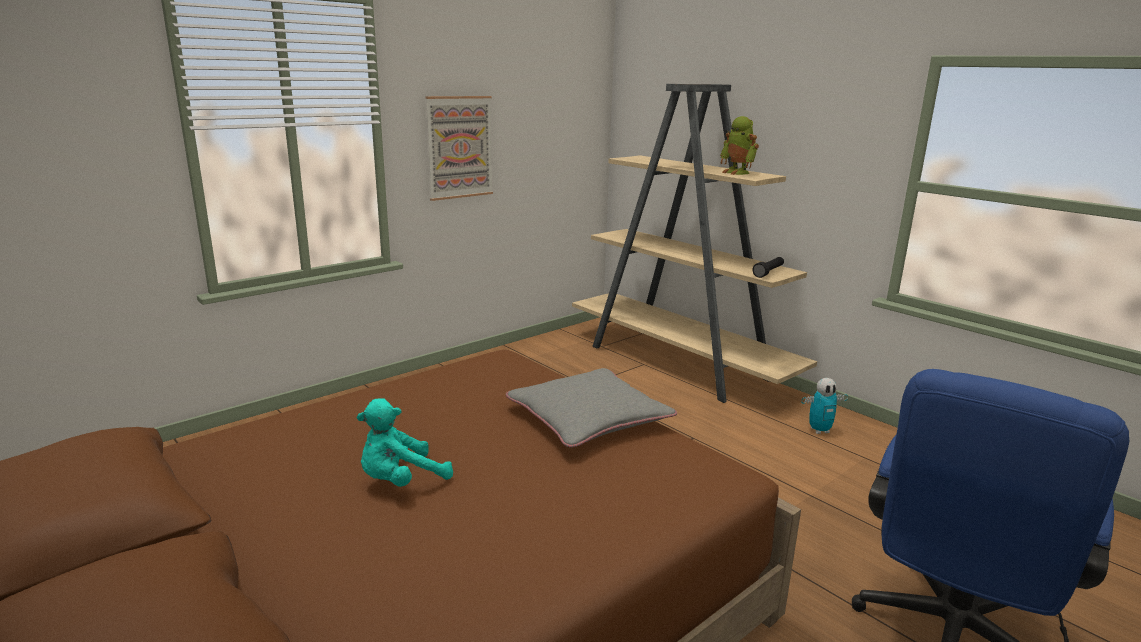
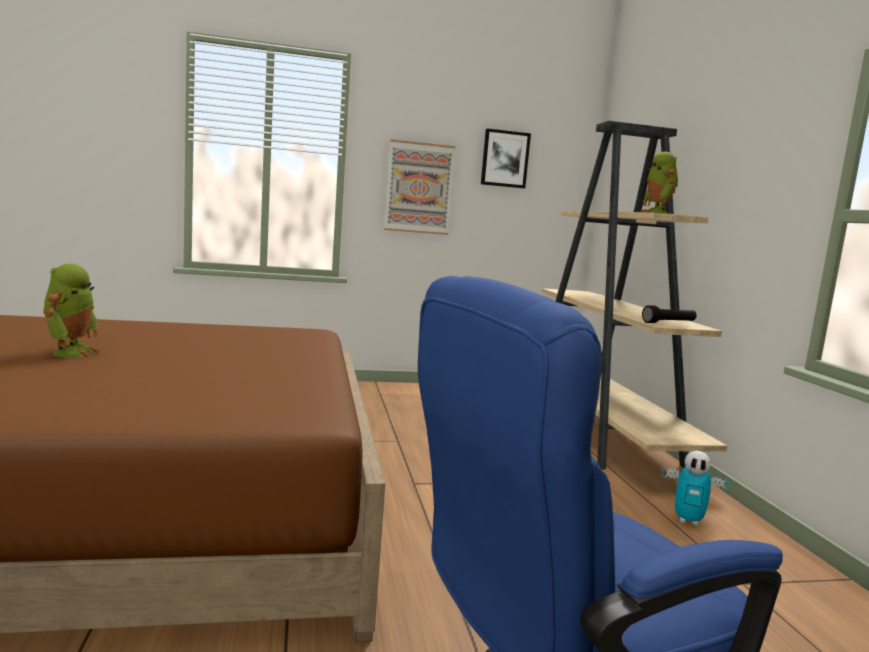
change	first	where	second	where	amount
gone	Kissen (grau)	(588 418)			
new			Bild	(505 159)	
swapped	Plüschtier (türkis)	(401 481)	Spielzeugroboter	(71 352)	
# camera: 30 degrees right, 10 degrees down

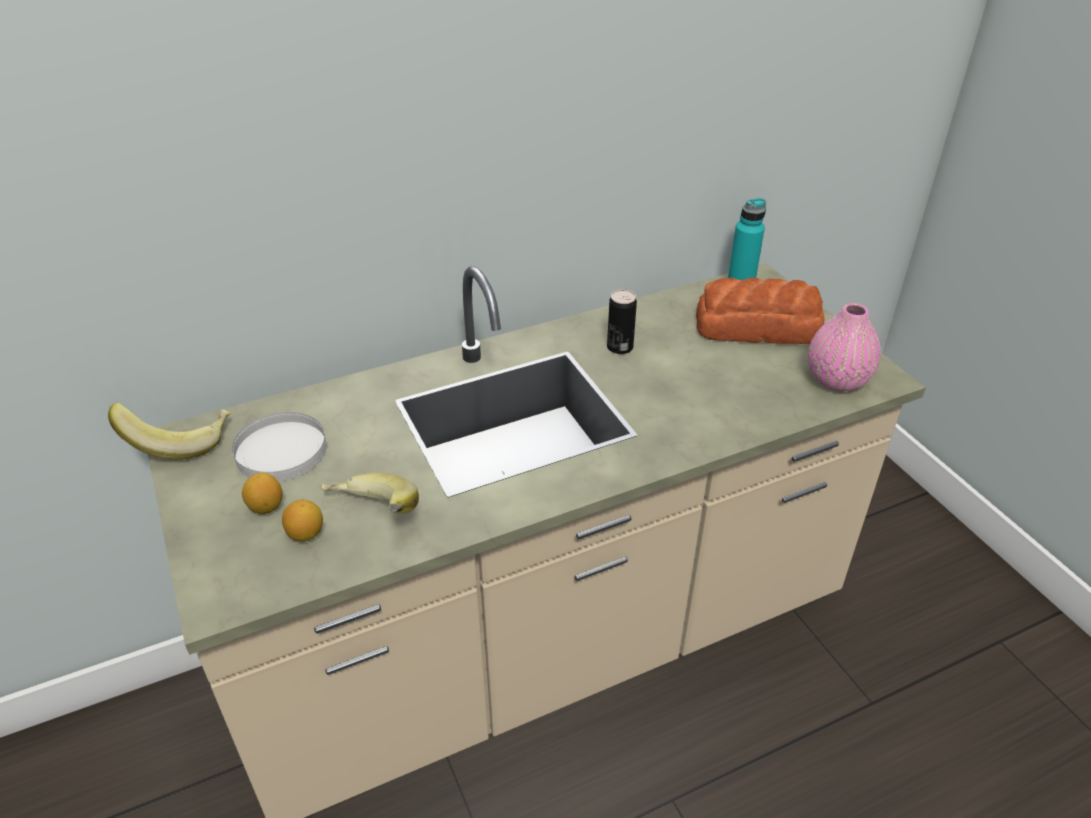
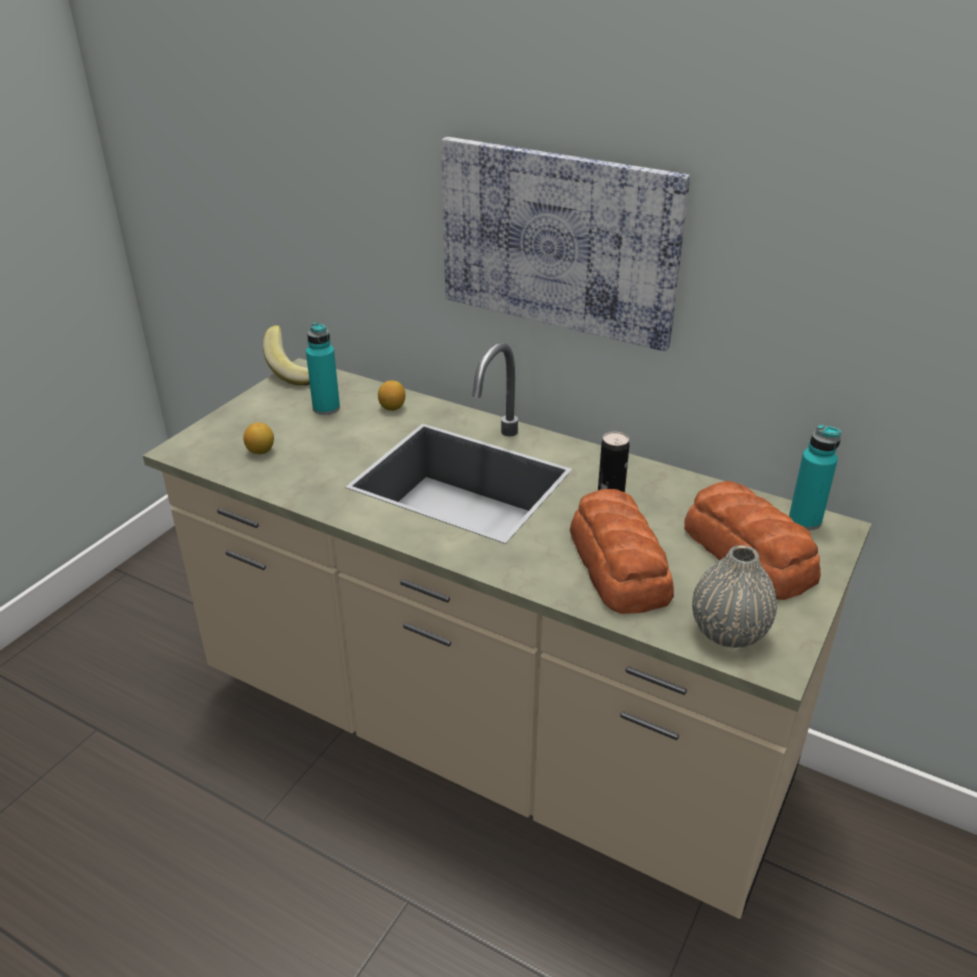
change	first	where	second	where	amount
gone	Banane	(371 516)			
new			Bild	(558 241)	
new			Brot	(618 566)	
shifted	Zitrone	(266 507)		(392 407)	
swapped	Teller (weiß)	(281 451)	Flasche (türkis)	(326 408)	
repainted	Vase (rosa)	(837 380)	Vase (grau)	(728 632)	
# camera: 55 degrees right, 5 degrees down

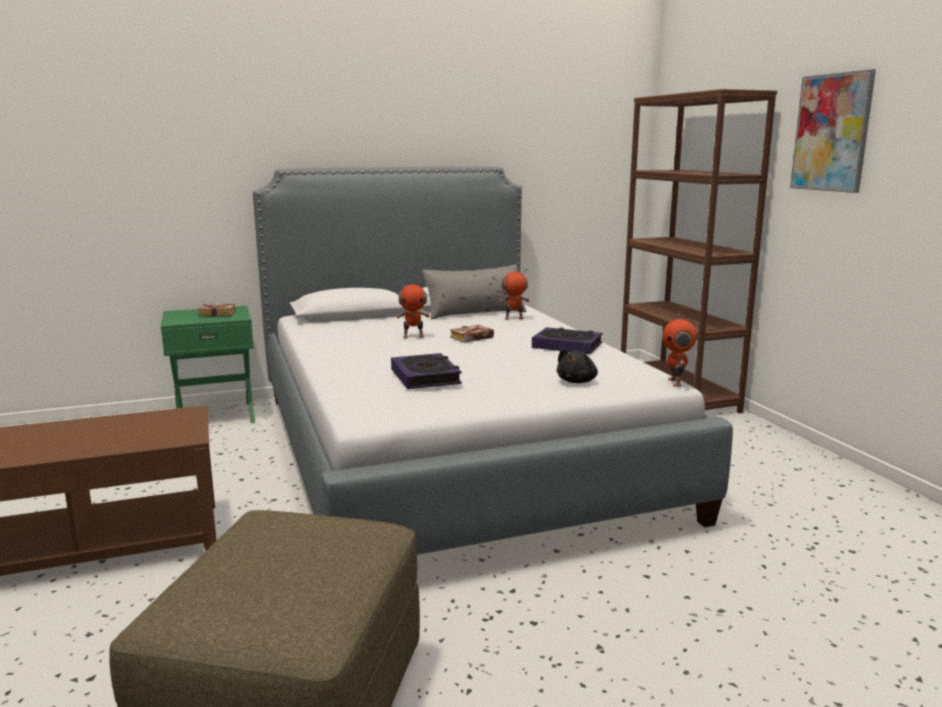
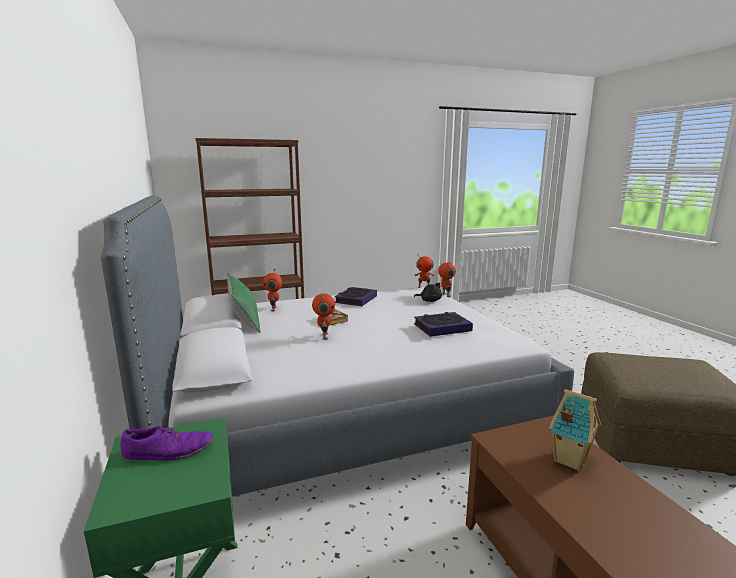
change	first	where	second	where	amount
gone	Bild	(831 132)			
new			Spielzeugroboter	(445 295)	
new			Spielzeughaus	(569 459)	
swapped	Buch	(219 314)	Schuh (lila)	(168 451)	
repainted	Kissen (grau)	(475 313)	Kissen (grün)	(244 319)	
# camera: 90 degrees left, 0 degrees up

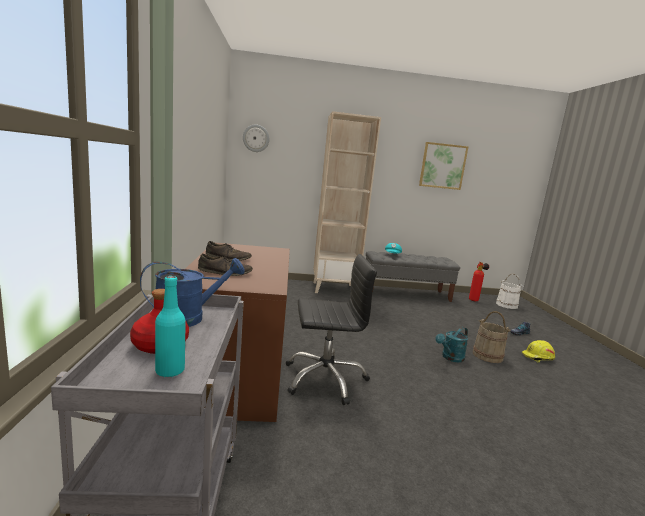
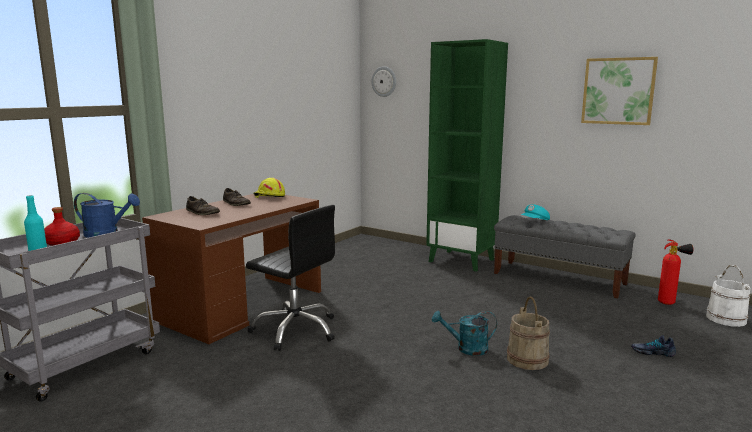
change	first	where	second	where	amount
shifted	Schutzhelm (gelb)	(538 357)		(269 196)	
repainted	Bücherregal (beige)	(334 289)	Bücherregal (grün)	(462 260)	
# camera: 40 degrees right, 0 degrees up

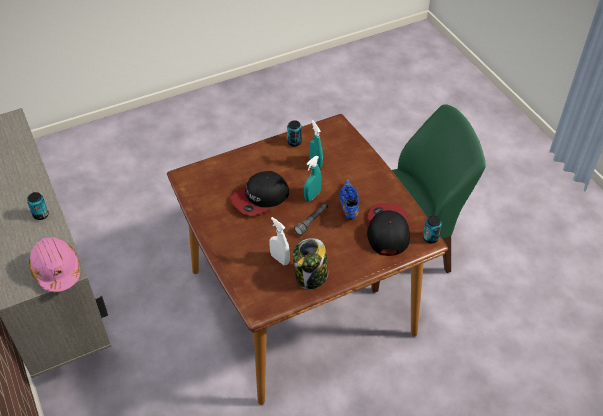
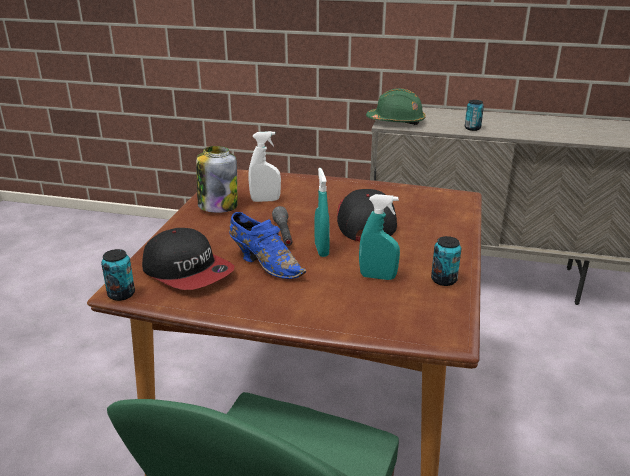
change	first	where	second	where	amount
repainted	Schutzhelm (rosa)	(56 270)	Schutzhelm (grün)	(396 121)	
# camera: 130 degrees right, 20 degrees down

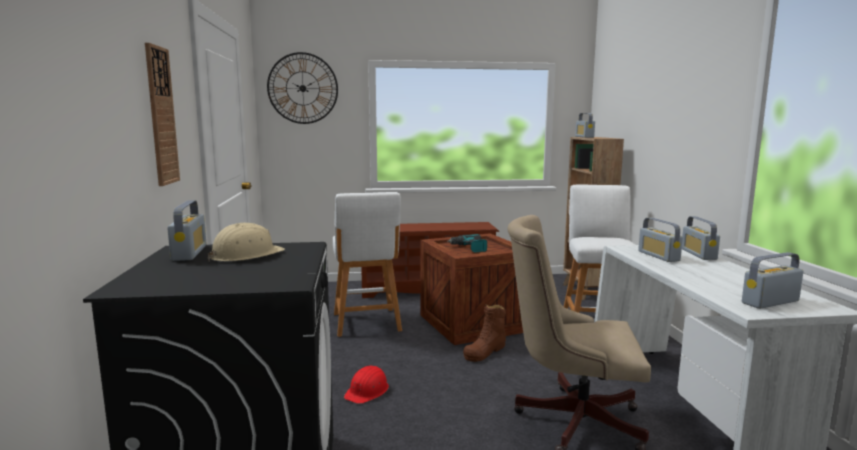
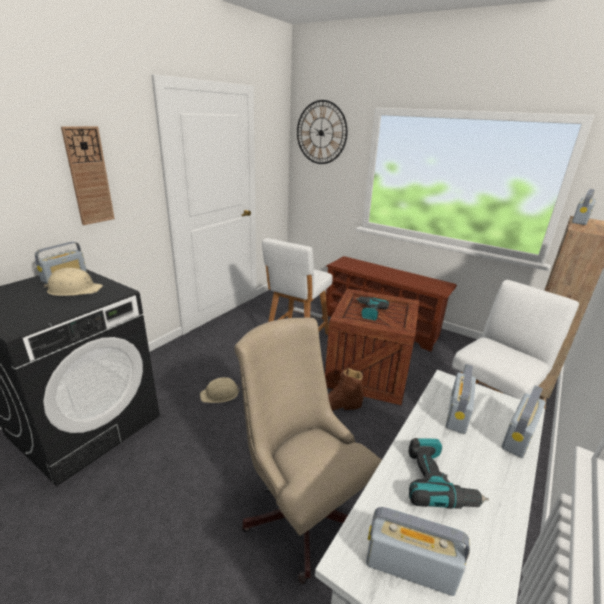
change	first	where	second	where	amount
new			Bohrmaschine	(437 482)	
repainted	Schutzhelm (rot)	(367 391)	Schutzhelm (beige)	(220 394)	
# camera: 40 degrees right, 15 degrees up

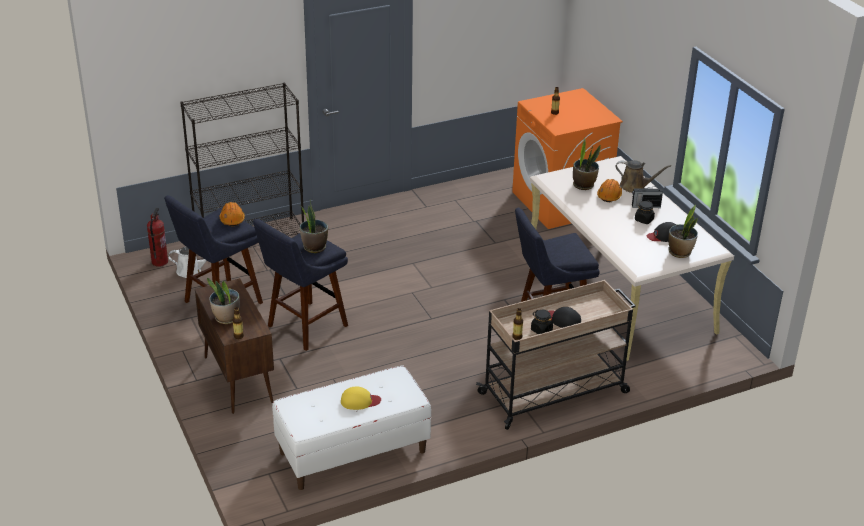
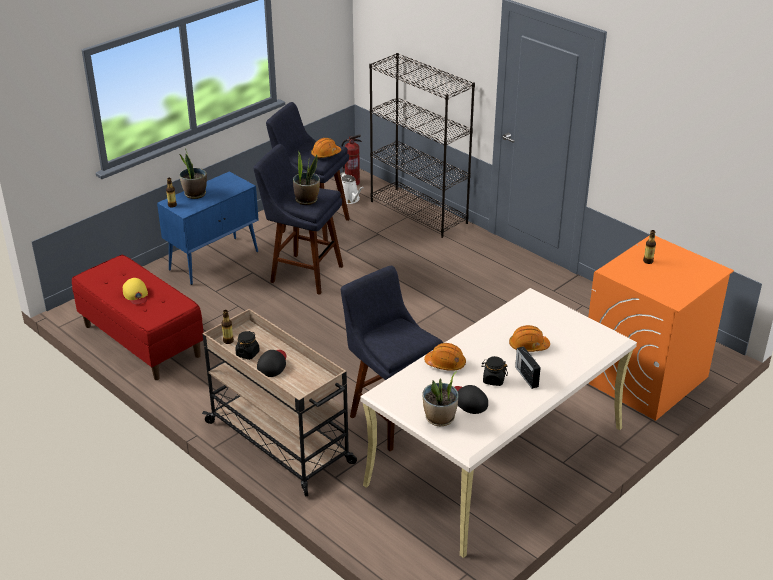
change	first	where	second	where	amount
gone	Topfpflanze	(584 185)			
gone	Gießkanne (braun)	(635 187)			
new			Schutzhelm (orange)	(445 364)	
repainted	Schrank (braun)	(237 379)	Schrank (blau)	(214 260)	
repainted	Bank (weiß)	(352 452)	Bank (rot)	(141 341)	
# camera: 70 degrees right, 0 degrees up

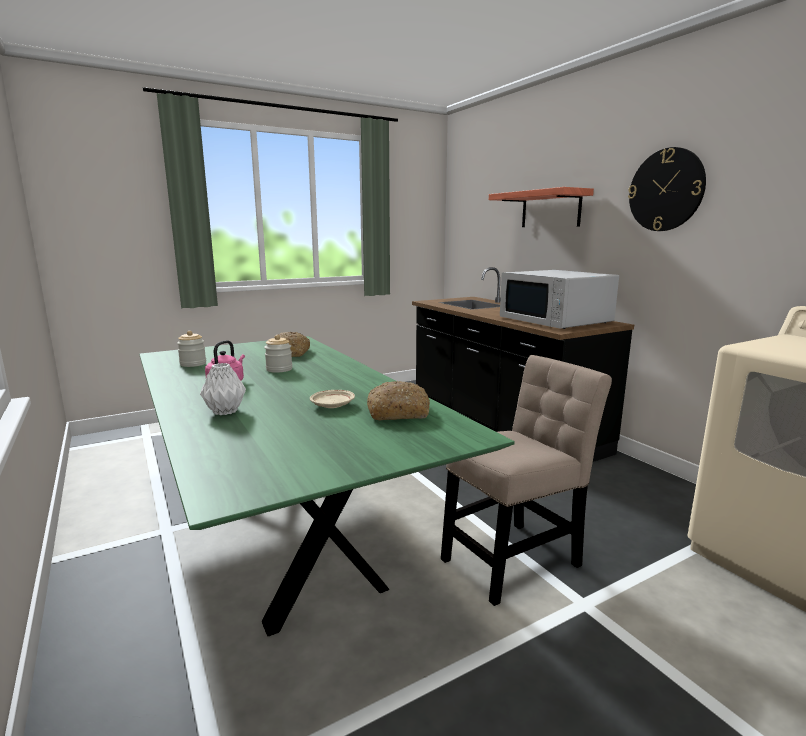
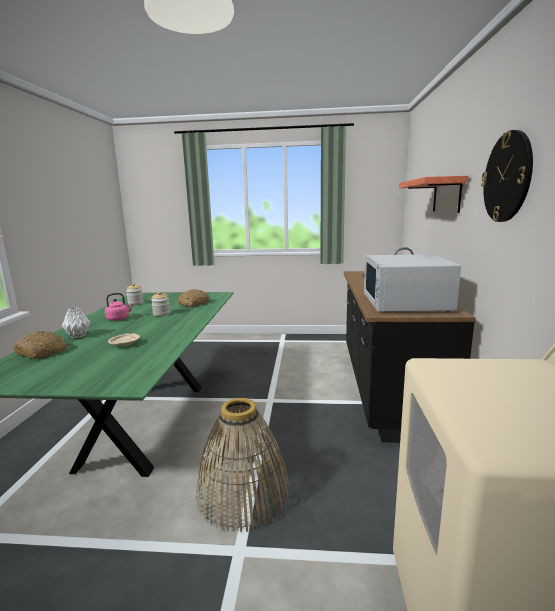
change	first	where	second	where	amount
shifted	Brot	(399 412)		(42 352)	
swapped	Stuhl (beige)	(515 558)	Korb	(243 493)	
# camera: 35 degrees right, 0 degrees up

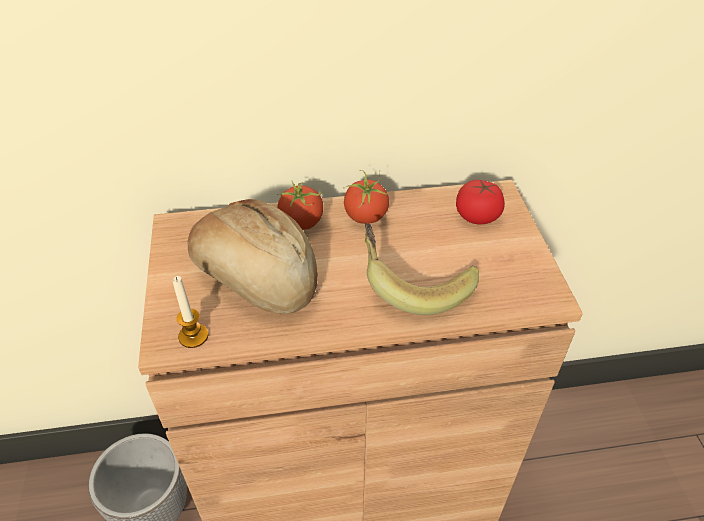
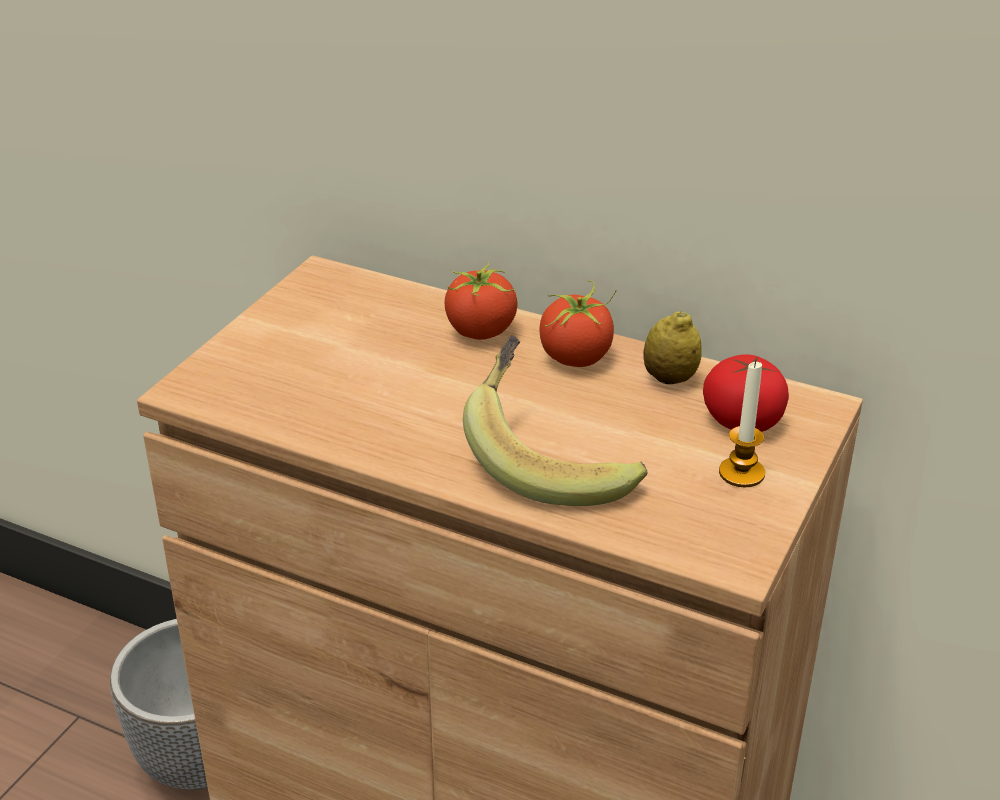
change	first	where	second	where	amount
gone	Brot	(255 278)			
new			Zitrone	(670 379)	
shifted	Kerze	(193 336)		(741 473)	
# camera: 35 degrees right, 10 degrees down

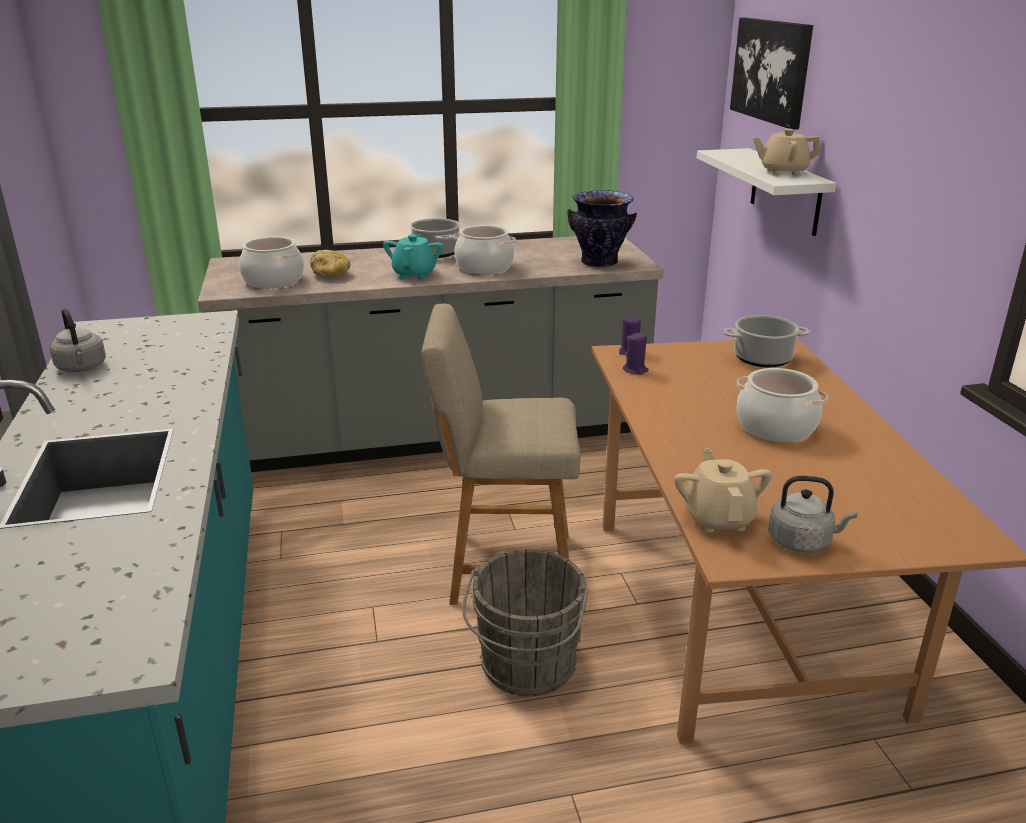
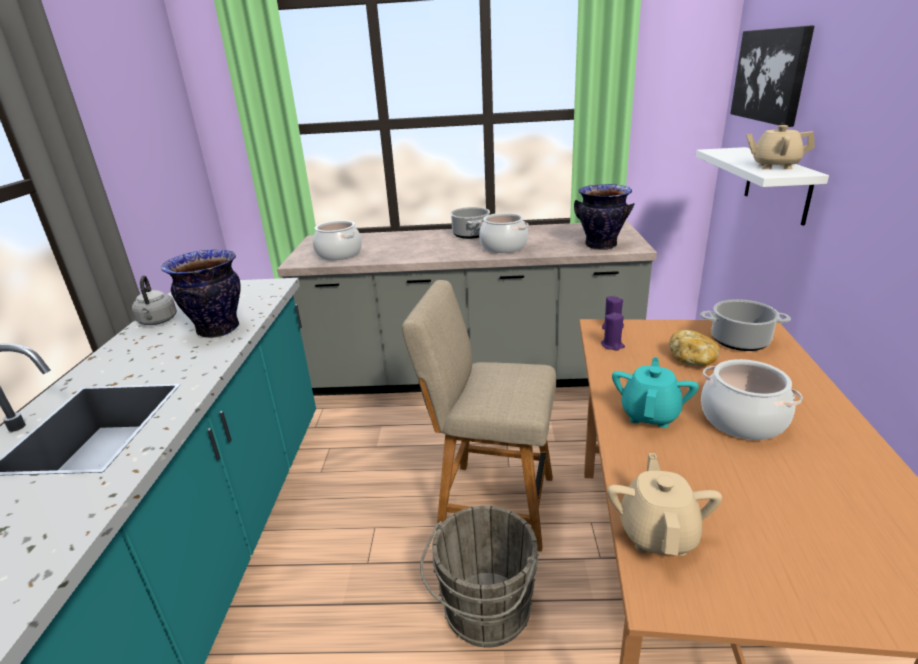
change	first	where	second	where	amount
gone	Wasserkessel (grau)	(802 541)			
new			Vase	(217 330)	
shifted	Brot	(330 275)		(692 359)	
shifted	Teekanne (türkis)	(414 274)		(650 414)	
# camera: 15 degrees right, 0 degrees up

